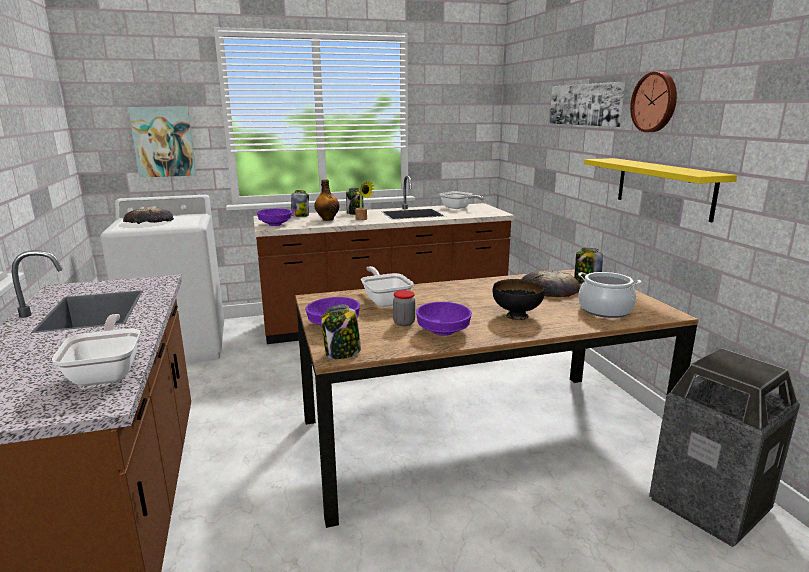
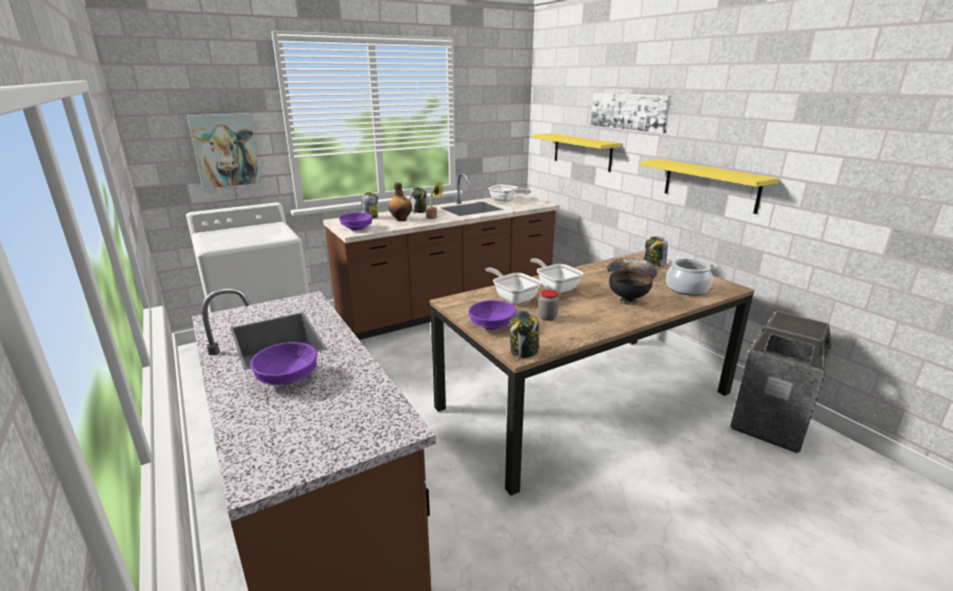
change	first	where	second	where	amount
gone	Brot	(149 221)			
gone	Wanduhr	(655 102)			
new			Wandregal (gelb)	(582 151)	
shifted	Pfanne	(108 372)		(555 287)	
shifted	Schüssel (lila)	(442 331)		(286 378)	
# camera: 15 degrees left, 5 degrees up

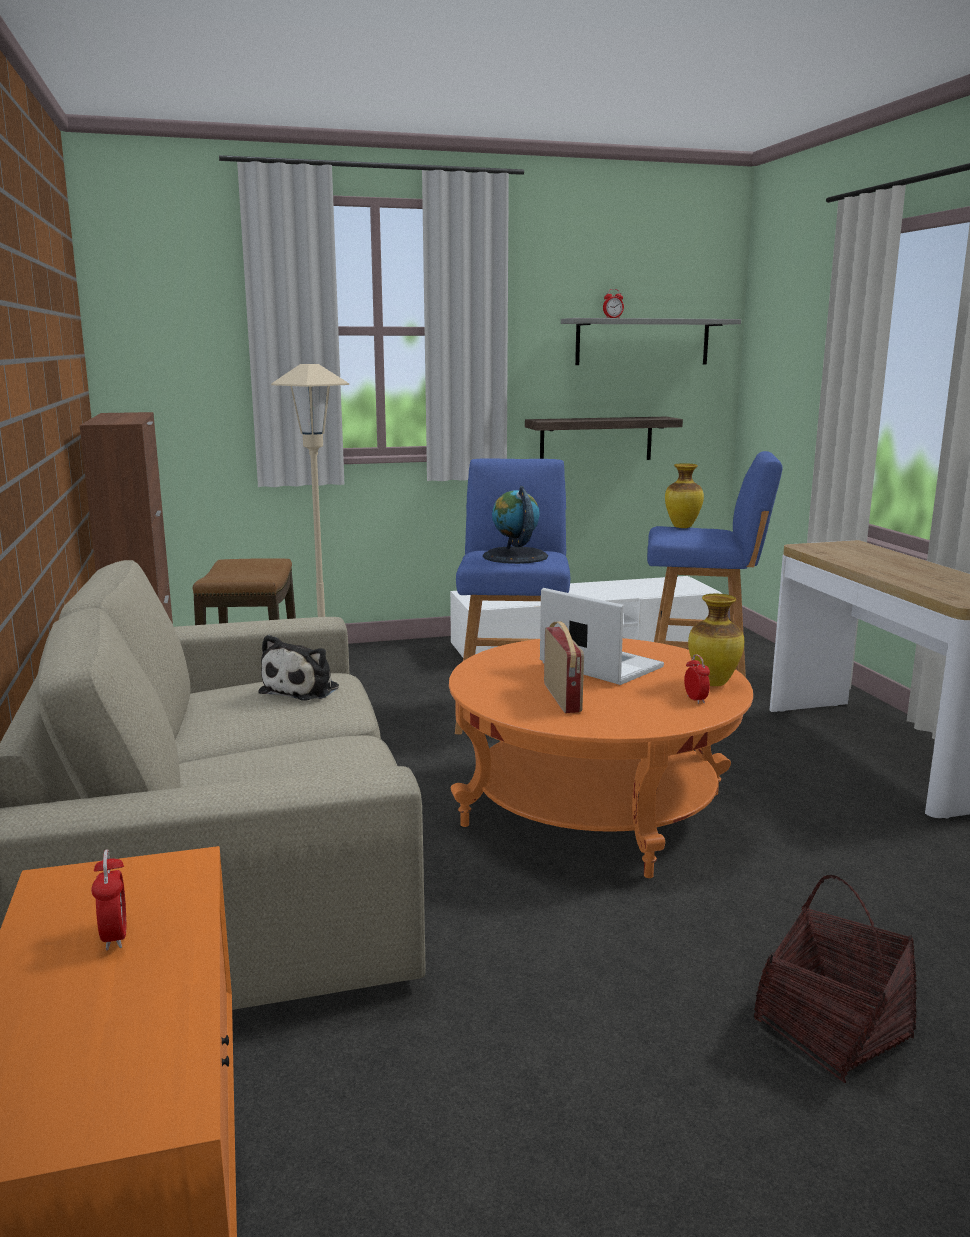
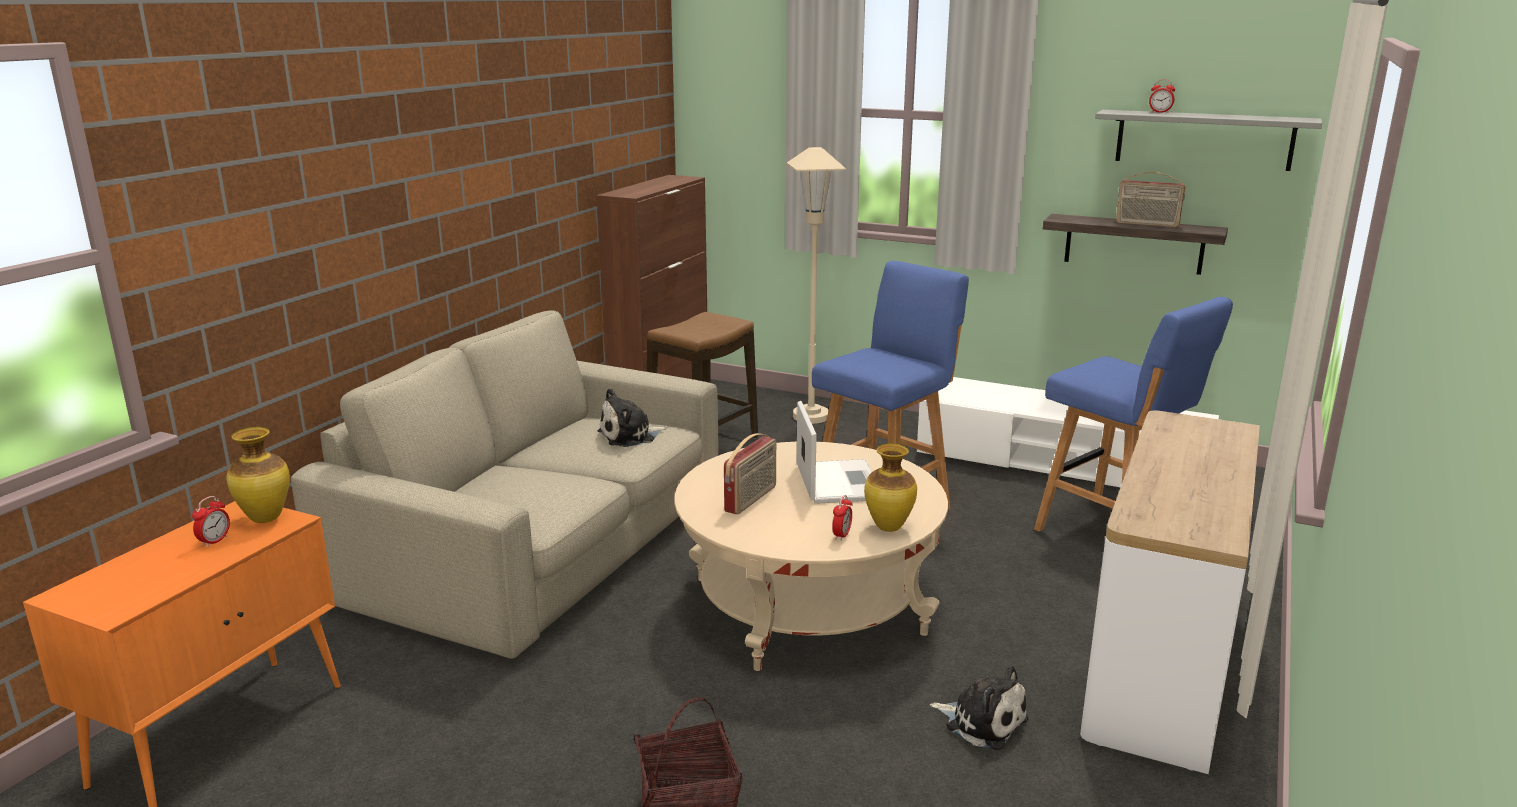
change	first	where	second	where	amount
gone	Globus	(515 556)			
new			Plüschtier	(982 722)	
new			Radio	(1147 224)	
shifted	Vase	(682 527)		(265 519)	
repainted	Couchtisch (orange)	(593 808)	Couchtisch (beige)	(808 605)	
# camera: 40 degrees right, 5 degrees up

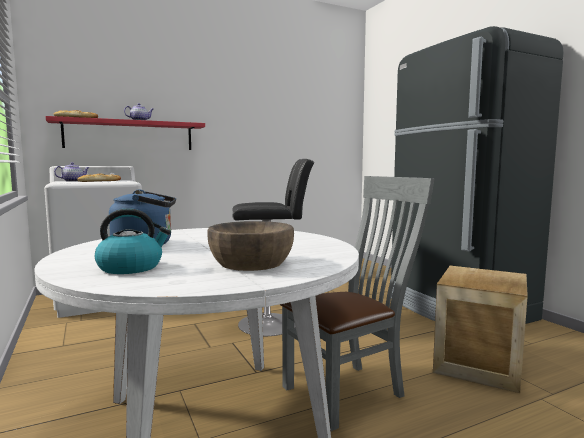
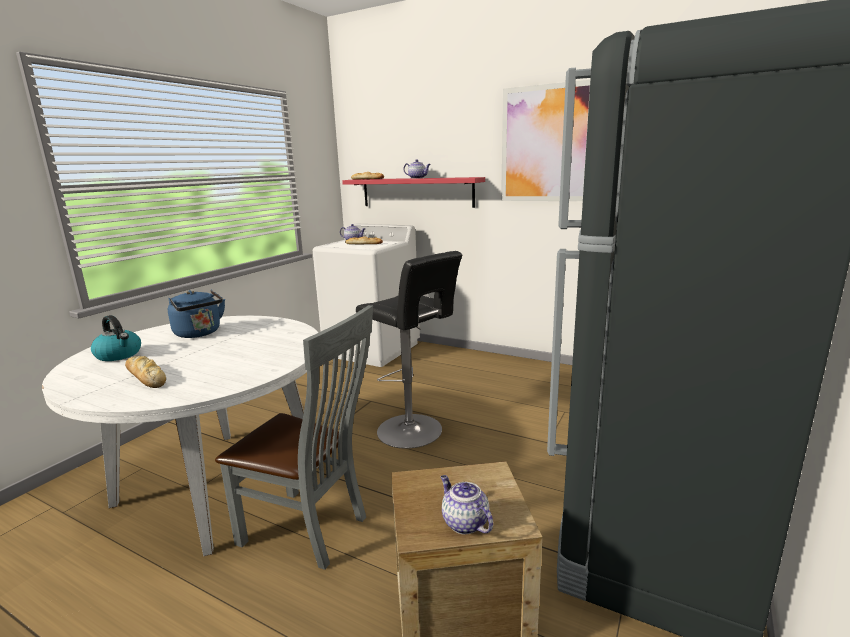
change	first	where	second	where	amount
new			Teekanne	(464 523)	
new			Bild	(545 144)	
swapped	Schüssel (braun)	(251 263)	Brot	(146 377)	
# camera: 55 degrees right, 10 degrees up

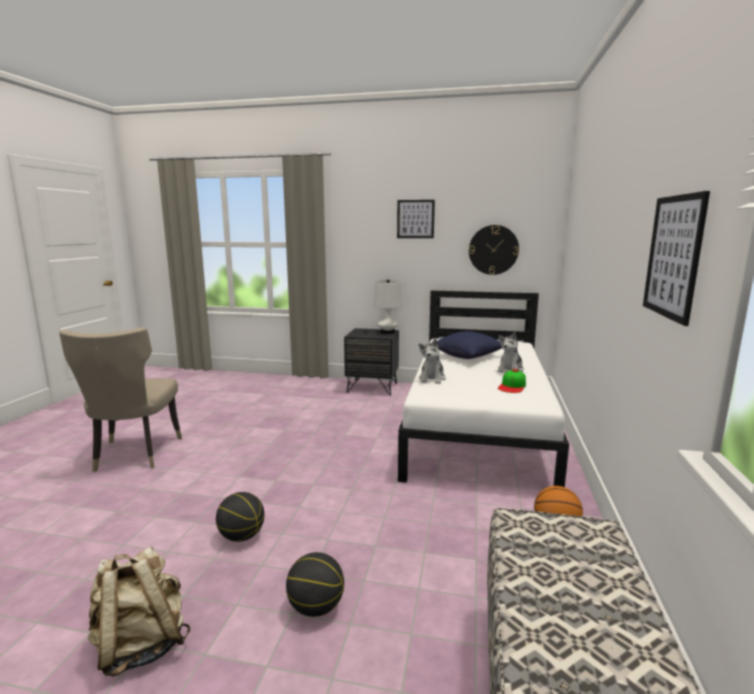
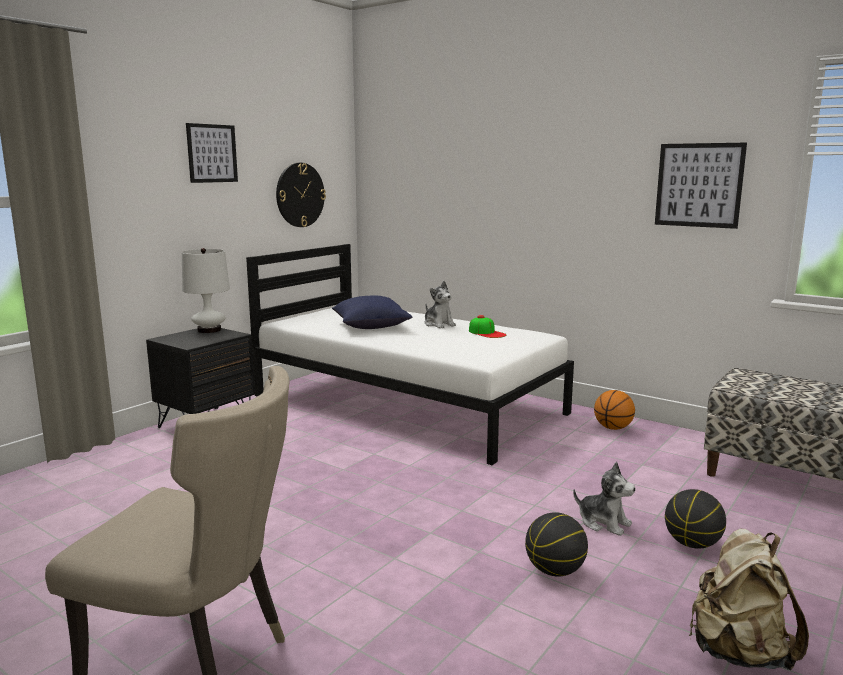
change	first	where	second	where	amount
shifted	Plüschtier	(432 379)		(604 523)	
# camera: 65 degrees left, 0 degrees up

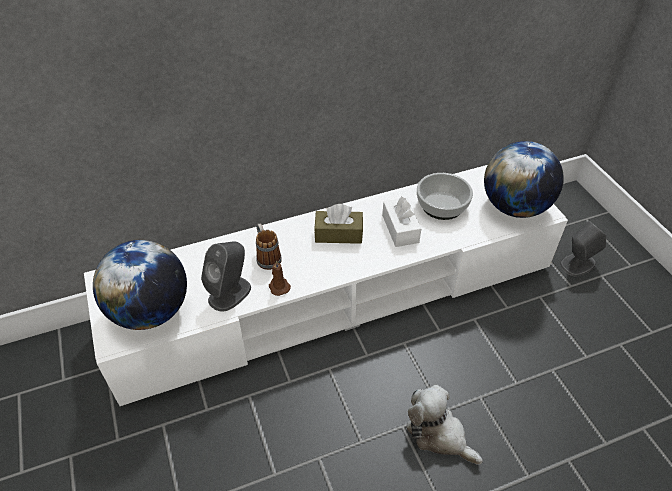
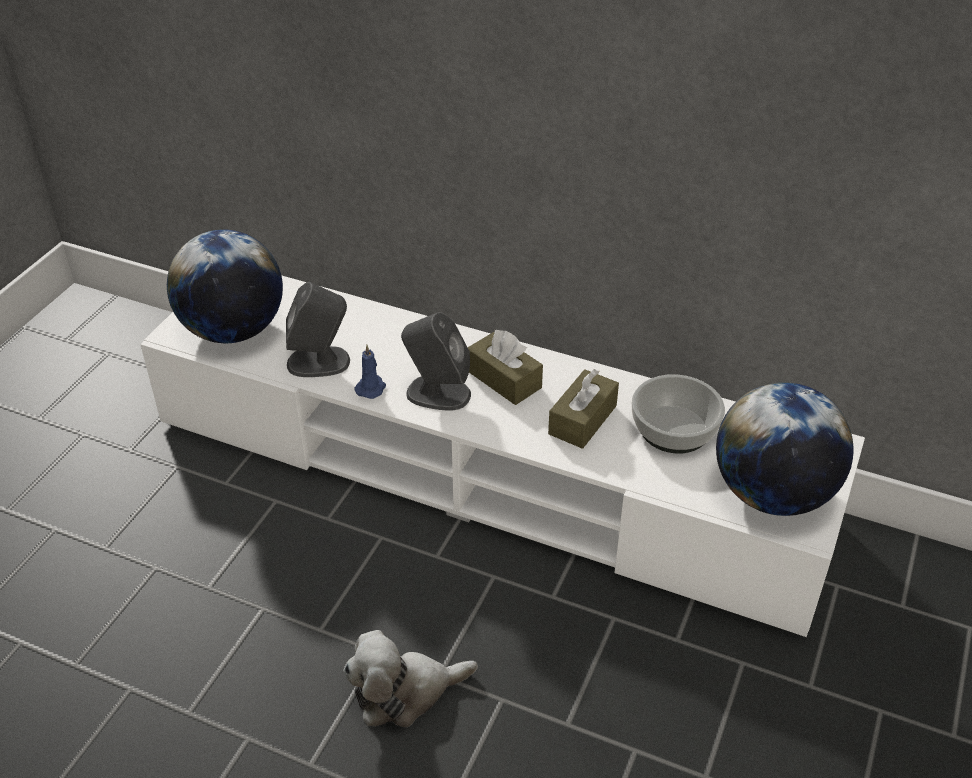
change	first	where	second	where	amount
gone	Henkelbecher	(267 257)			
shifted	Lautsprecher (grau)	(577 264)		(437 393)	
repainted	Kerze (braun)	(278 286)	Kerze (blau)	(371 388)	
repainted	Taschentuchbox (weiß)	(400 229)	Taschentuchbox (braun)	(582 420)	
rotated	Plüschtier	(438 434)		(405 692)	105 degrees counterclockwise
# camera: 45 degrees right, 5 degrees down

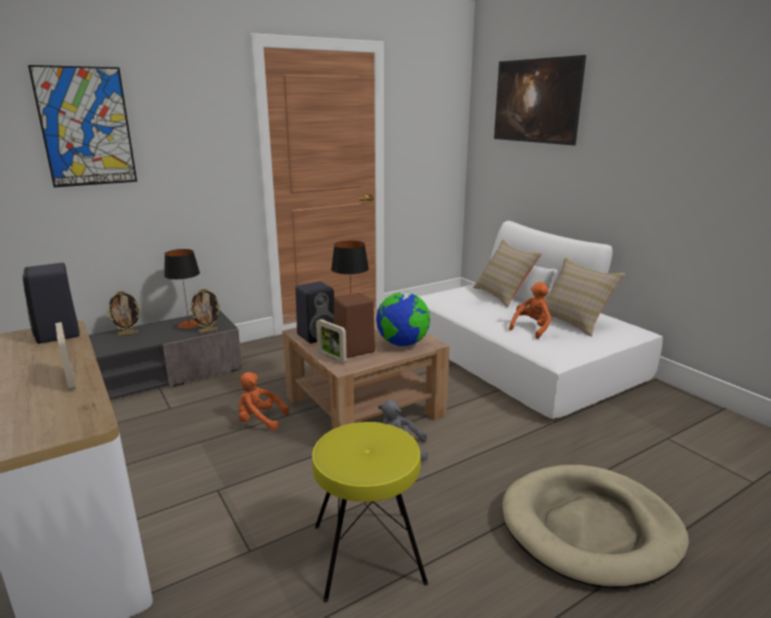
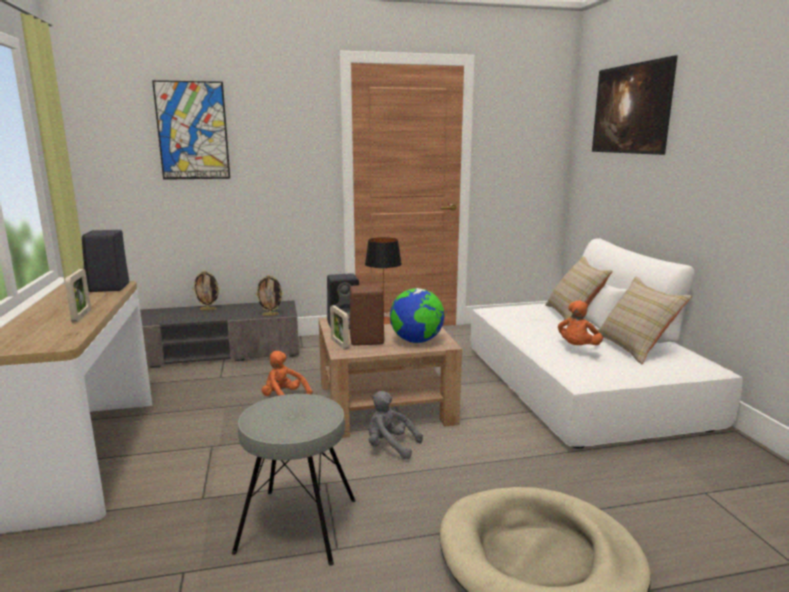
change	first	where	second	where	amount
gone	Tischlampe	(189 324)			
repainted	Hocker (gelb)	(367 553)	Hocker (grau)	(297 524)	
rotated	Plüschtier (orange)	(531 328)		(577 348)	150 degrees clockwise
# camera: 20 degrees right, 5 degrees down

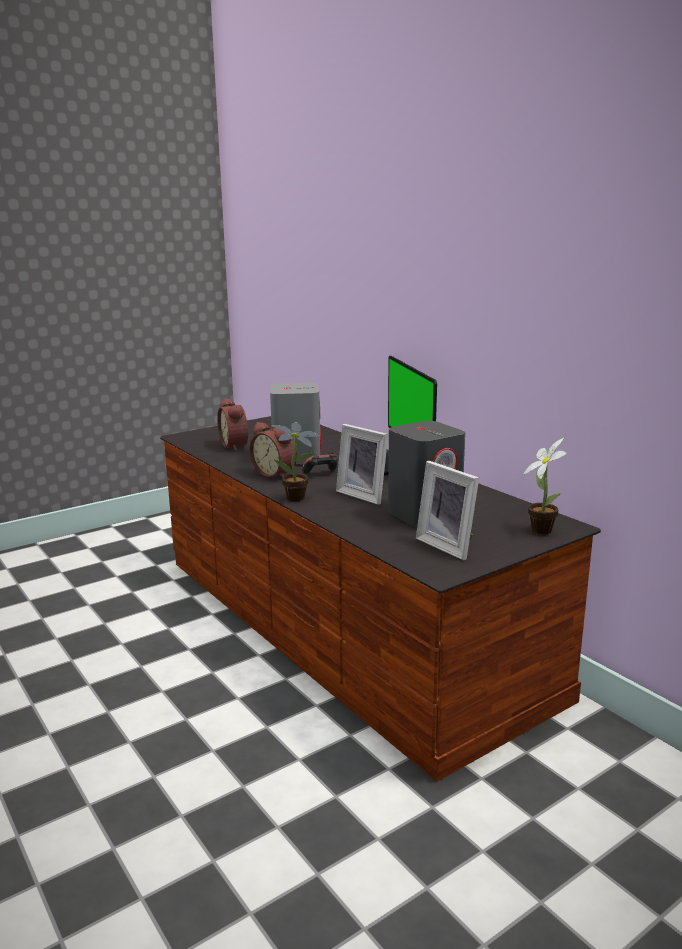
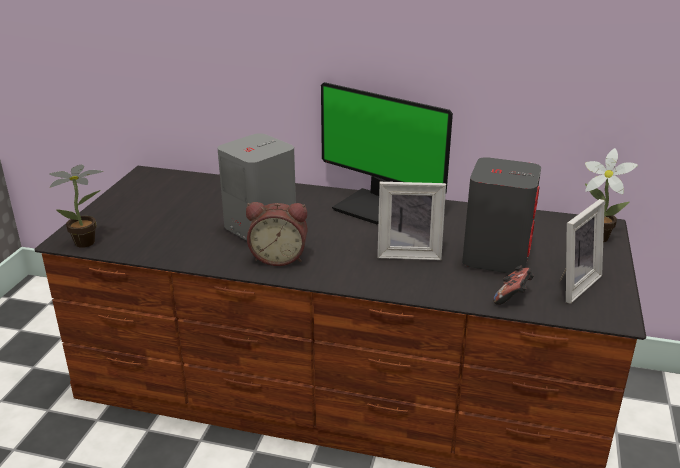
change	first	where	second	where	amount
gone	Wecker	(236 446)			
shifted	Topfpflanze	(298 498)		(88 242)	
shifted	Gamepad	(321 474)		(512 297)	
rotated	Bilderrahmen	(449 545)		(572 284)	60 degrees counterclockwise
# camera: 40 degrees left, 10 degrees up

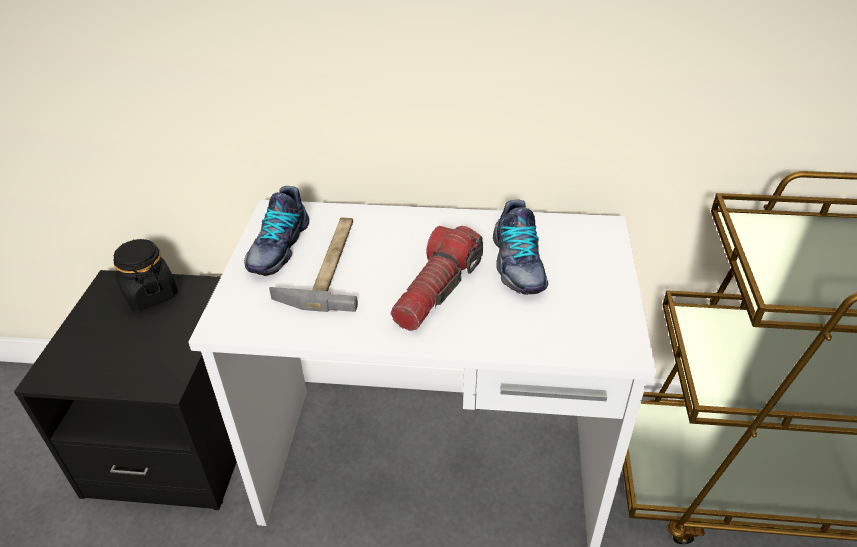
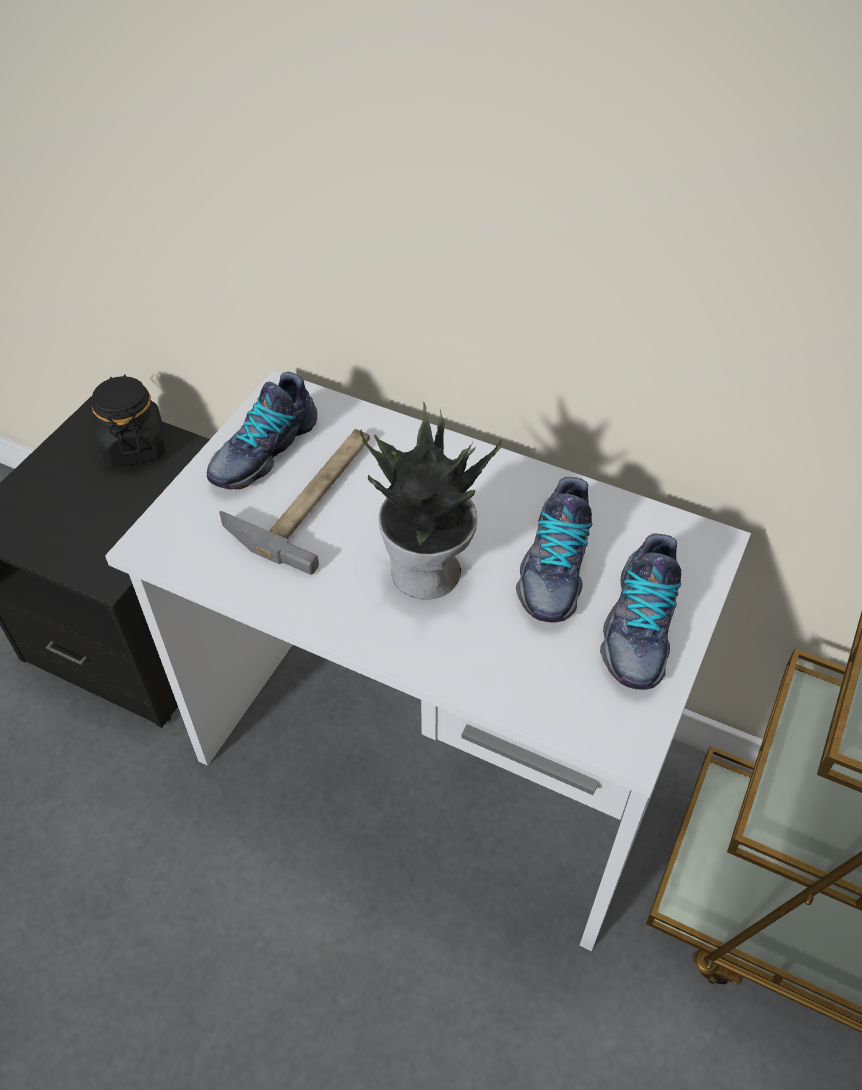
change	first	where	second	where	amount
new			Schuh	(637 627)	
swapped	Taschenlampe	(437 290)	Topfpflanze	(428 574)	
# camera: 20 degrees right, 10 degrees up

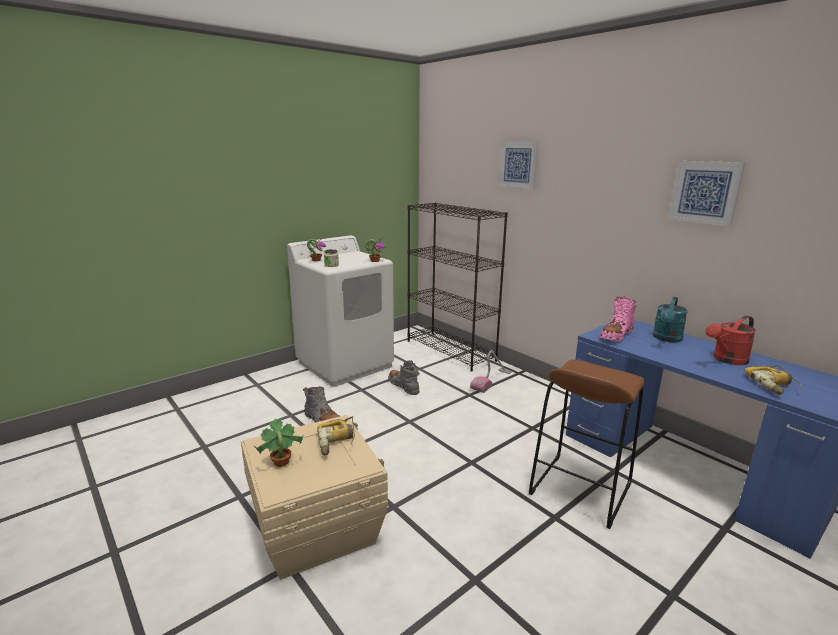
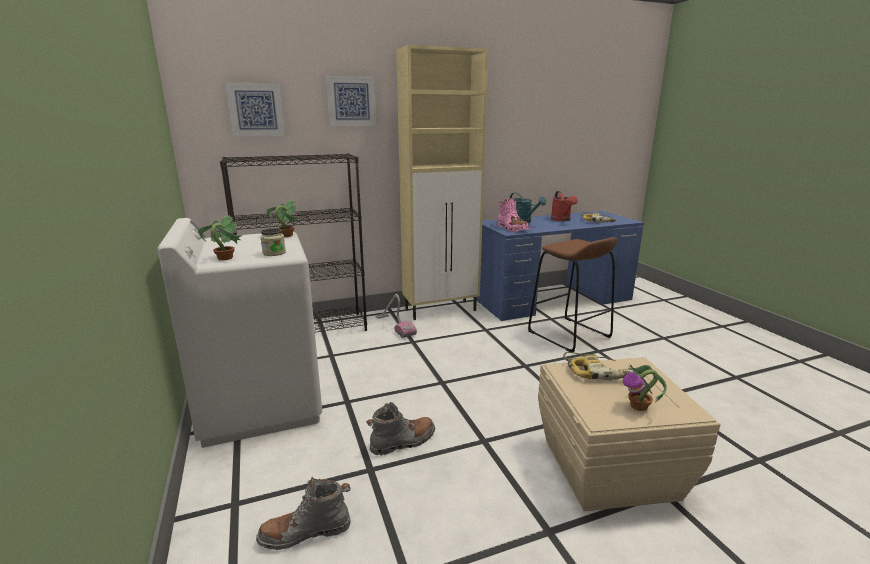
change	first	where	second	where	amount
new			Schrank (beige)	(441 310)	
shifted	Stiefel (grau)	(404 386)		(305 532)	
shifted	Bild	(705 192)		(256 110)	
# camera: 70 degrees left, 0 degrees up

